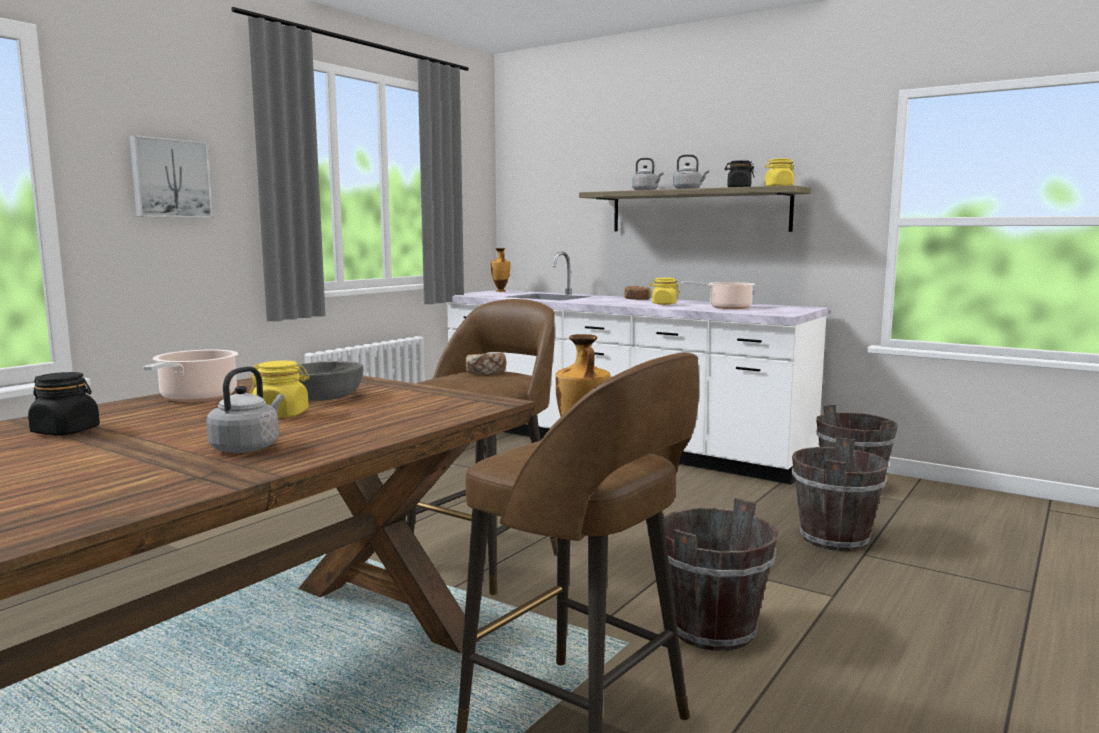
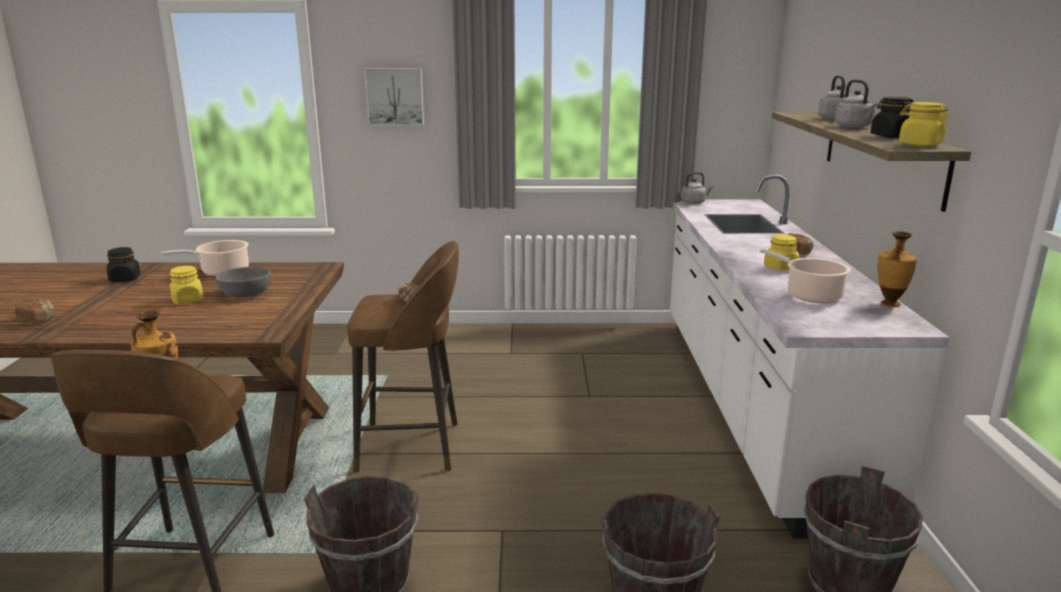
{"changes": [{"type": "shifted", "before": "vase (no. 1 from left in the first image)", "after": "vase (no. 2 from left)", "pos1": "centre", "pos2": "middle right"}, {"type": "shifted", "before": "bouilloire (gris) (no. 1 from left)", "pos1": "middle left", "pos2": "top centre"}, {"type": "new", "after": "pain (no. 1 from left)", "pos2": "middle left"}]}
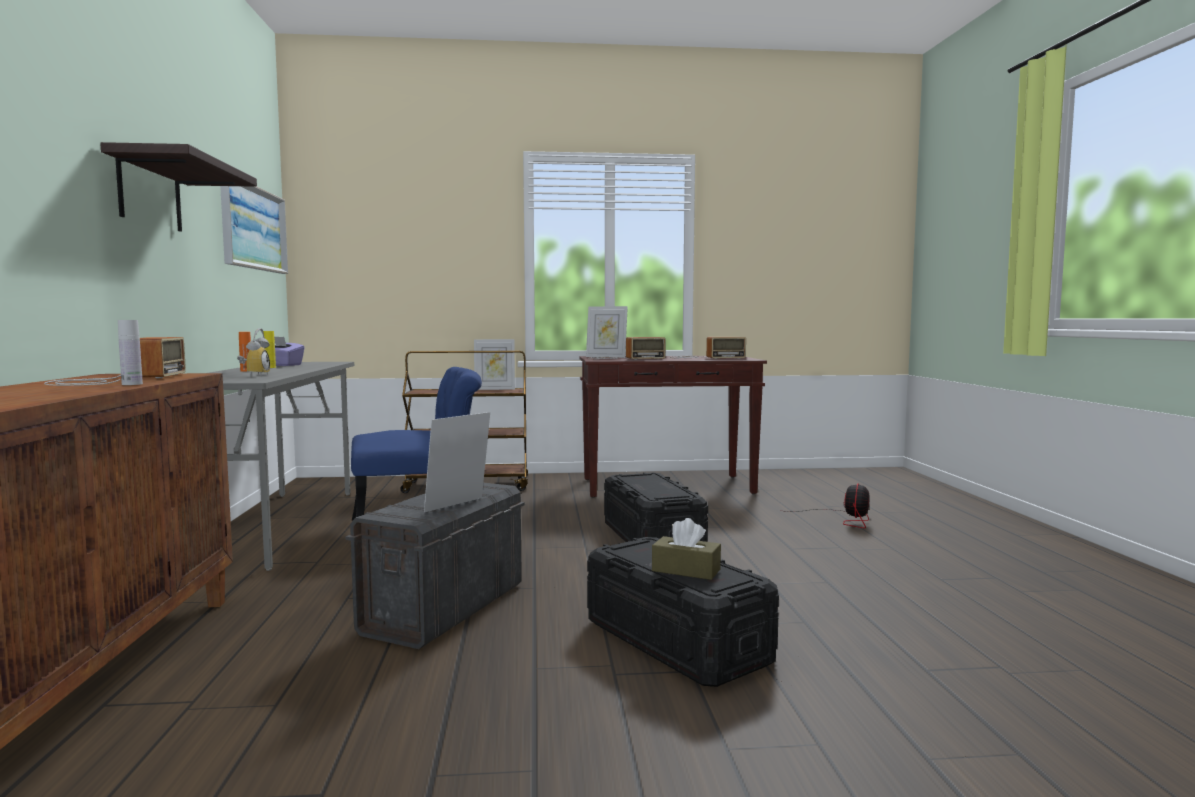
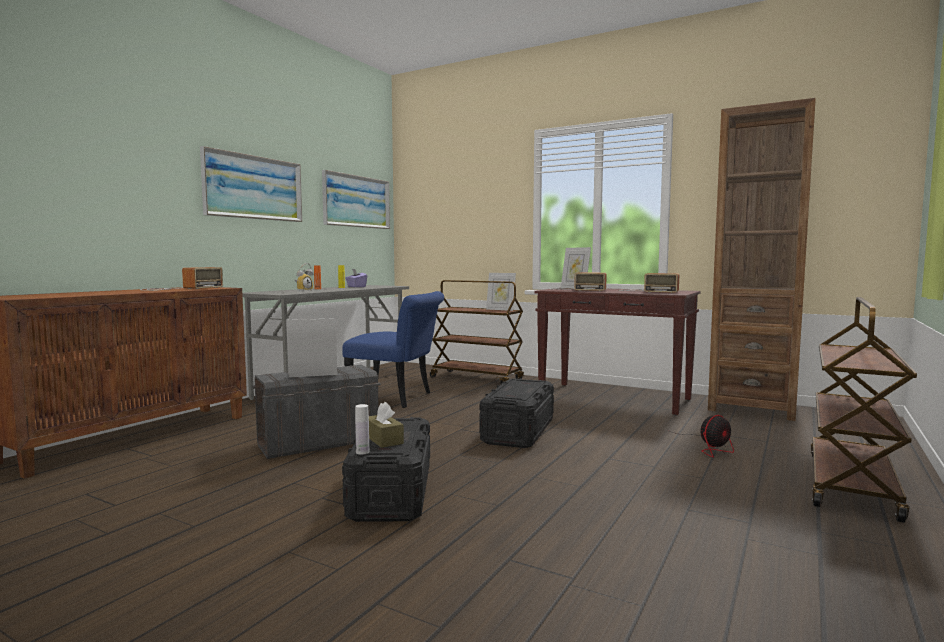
{"changes": [{"type": "swapped", "before": "étagère", "after": "tableau (no. 1 from left)", "pos1": "top left", "pos2": "top left"}, {"type": "shifted", "before": "bouteille (blanc)", "pos1": "middle left", "pos2": "bottom centre"}, {"type": "new", "after": "bibliothèque (marron)", "pos2": "middle right"}, {"type": "new", "after": "chariot (marron) (no. 2 from left)", "pos2": "middle right"}]}
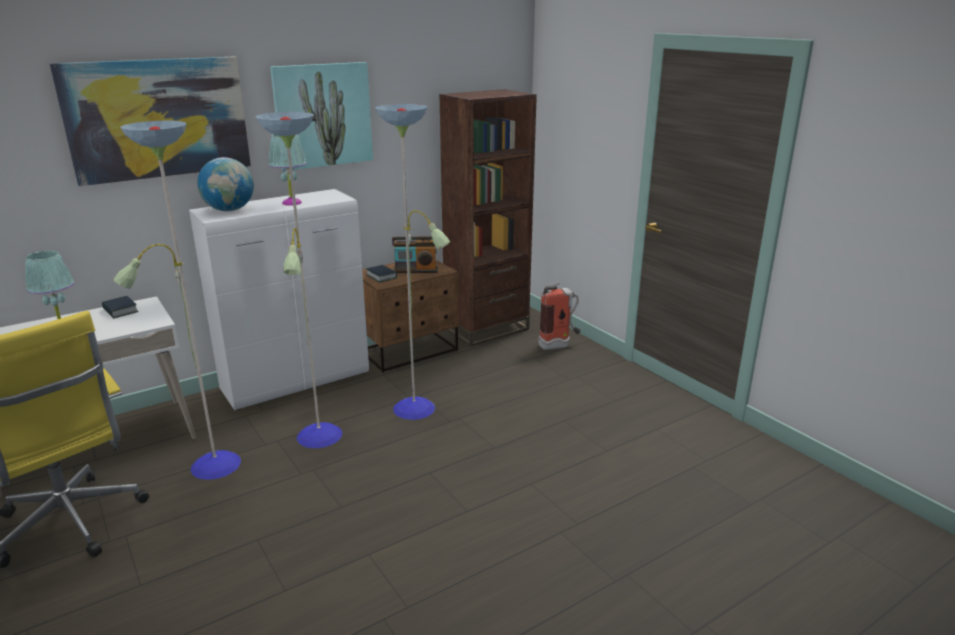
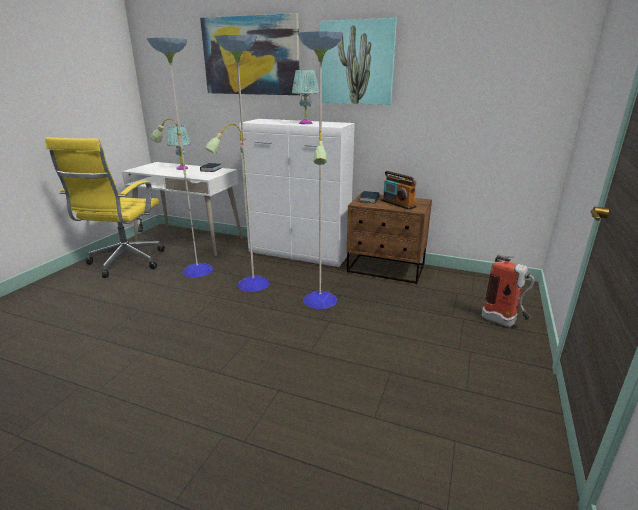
{"changes": [{"type": "gone", "before": "bibliothèque (marron)", "pos1": "centre"}, {"type": "gone", "before": "globe", "pos1": "top left"}]}
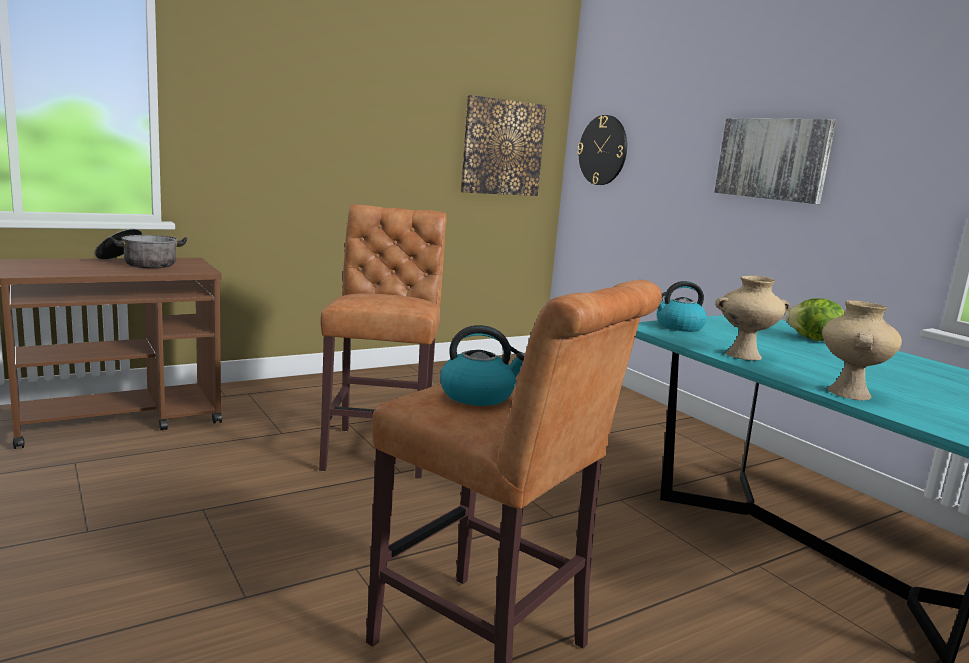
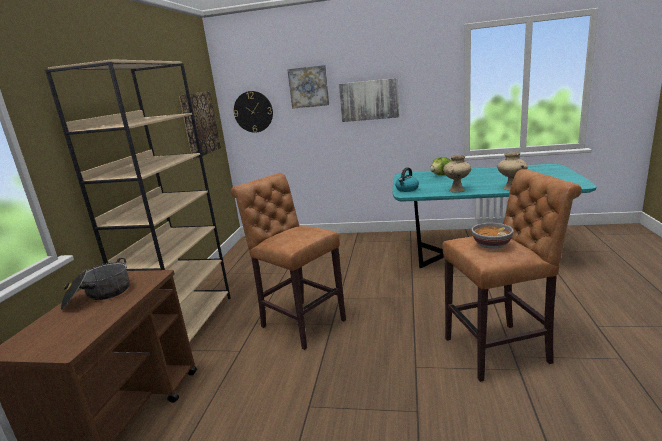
{"changes": [{"type": "swapped", "before": "bouilloire (no. 1 from left)", "after": "bol", "pos1": "centre", "pos2": "middle right"}, {"type": "new", "after": "bibliothèque (beige)", "pos2": "middle left"}, {"type": "new", "after": "tableau (no. 2 from left)", "pos2": "top centre"}]}
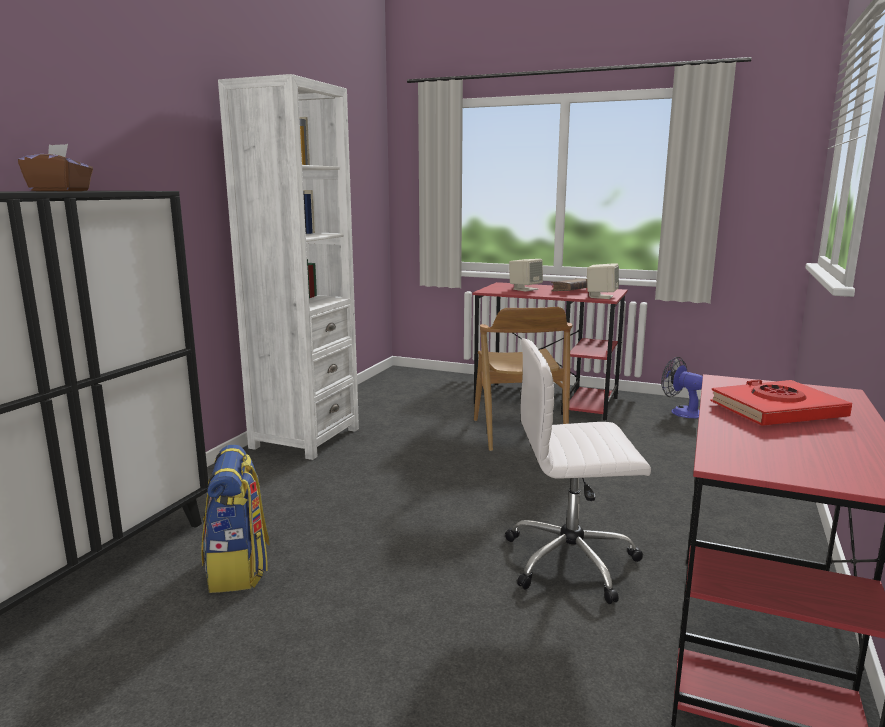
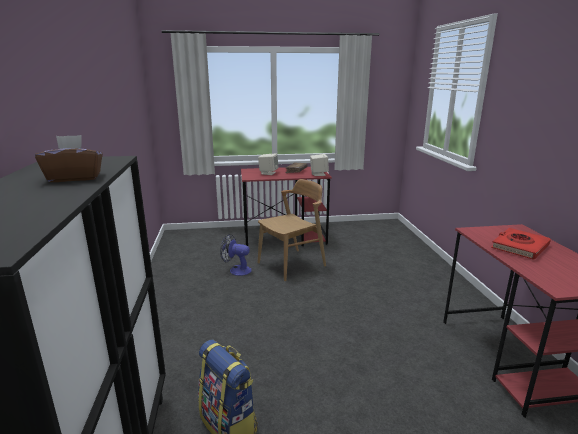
{"changes": [{"type": "gone", "before": "bibliothèque (blanc)", "pos1": "middle left"}, {"type": "rotated", "before": "chaise (marron)", "pos1": "centre", "pos2": "centre", "turn": -90}, {"type": "gone", "before": "chaise de bureau (blanc)", "pos1": "centre"}, {"type": "shifted", "before": "ventilateur", "pos1": "middle right", "pos2": "centre"}]}
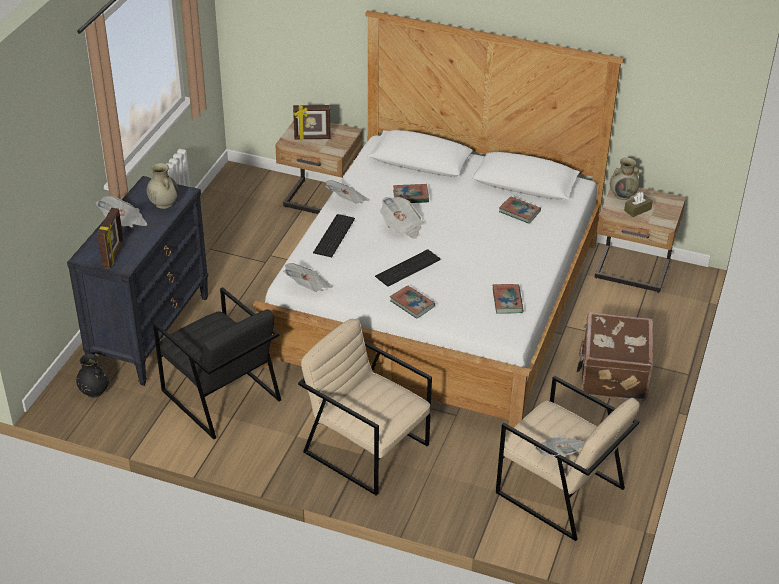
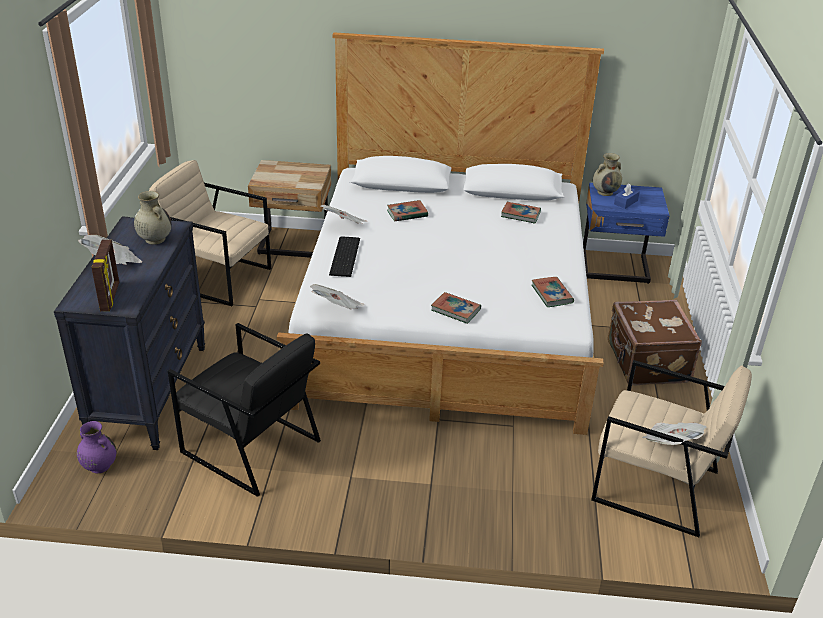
{"changes": [{"type": "gone", "before": "cadre photo (no. 2 from left)", "pos1": "top centre"}, {"type": "repainted", "before": "table de chevet (beige) (no. 2 from left)", "after": "table de chevet (bleu)", "pos1": "middle right", "pos2": "middle right"}, {"type": "repainted", "before": "boîte à mouchoirs (marron)", "after": "boîte à mouchoirs (bleu)", "pos1": "middle right", "pos2": "top right"}, {"type": "gone", "before": "journal (no. 4 from left)", "pos1": "centre"}, {"type": "gone", "before": "clavier (no. 2 from left)", "pos1": "centre"}, {"type": "shifted", "before": "fauteuil (beige) (no. 1 from left)", "pos1": "bottom centre", "pos2": "middle left"}, {"type": "repainted", "before": "vase (noir)", "after": "vase (violet)", "pos1": "middle left", "pos2": "bottom left"}]}
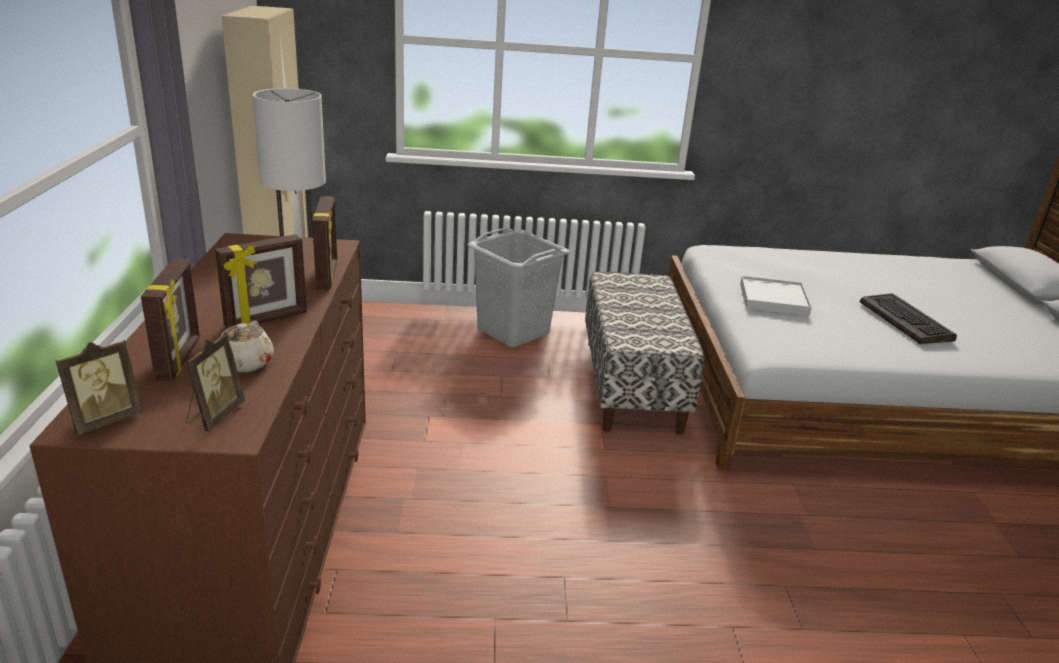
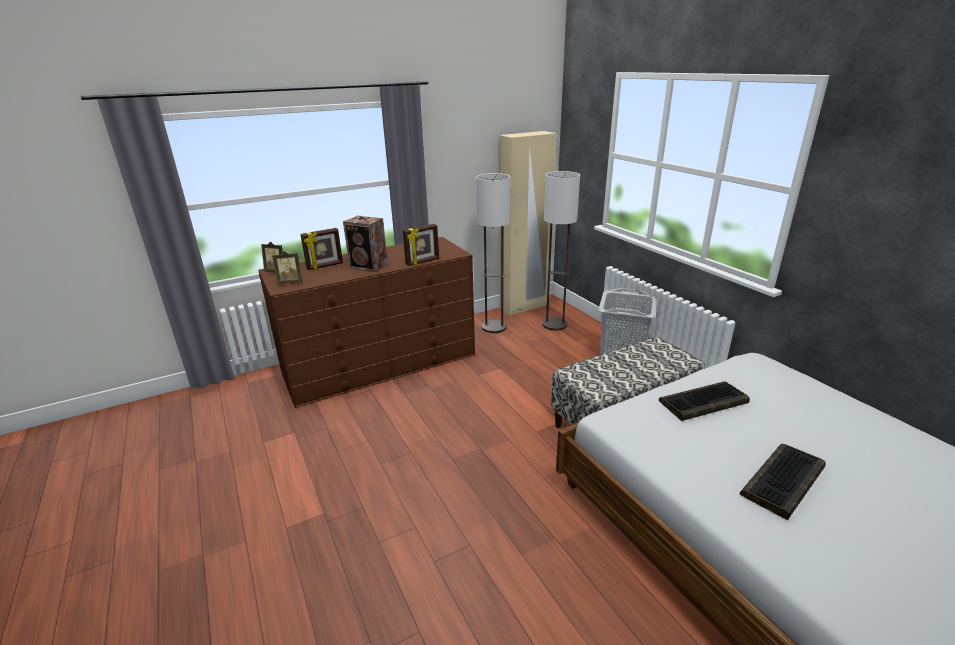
{"changes": [{"type": "swapped", "before": "cadre photo (no. 4 from left)", "after": "enceinte", "pos1": "middle left", "pos2": "centre"}, {"type": "swapped", "before": "plateau (blanc)", "after": "clavier (no. 1 from left)", "pos1": "middle right", "pos2": "middle right"}, {"type": "gone", "before": "théière (beige)", "pos1": "middle left"}, {"type": "new", "after": "lampadaire (no. 2 from left)", "pos2": "centre"}]}
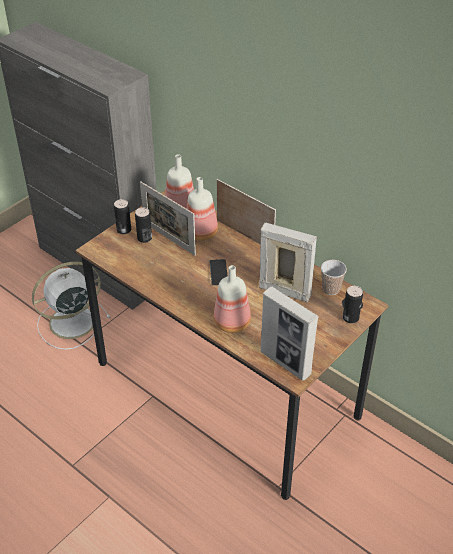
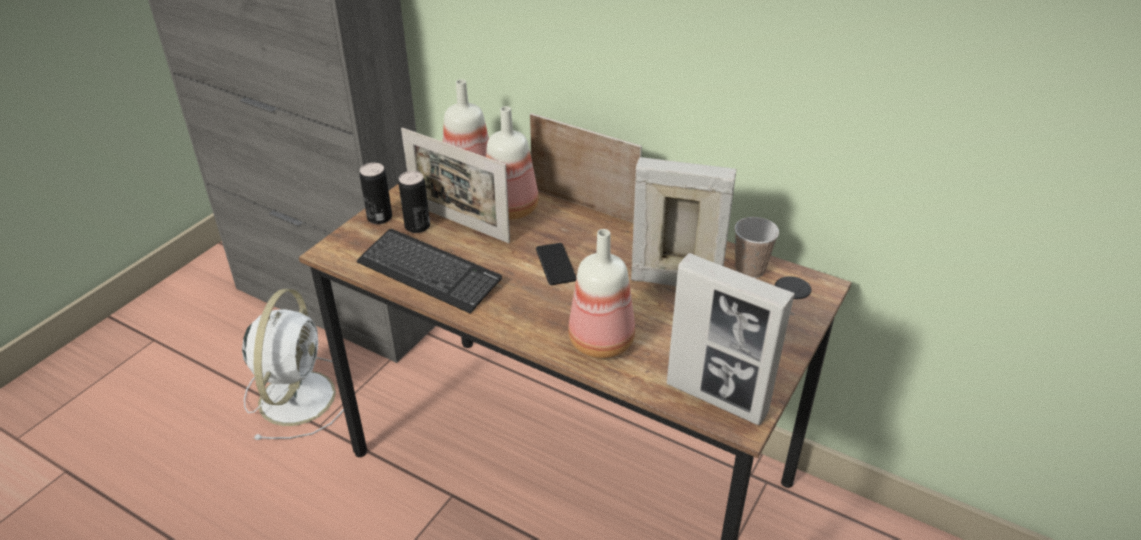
{"changes": [{"type": "rotated", "before": "ventilateur (blanc)", "pos1": "middle left", "pos2": "bottom left", "turn": 135}, {"type": "gone", "before": "boîte métallique (no. 3 from left)", "pos1": "middle right"}, {"type": "new", "after": "clavier", "pos2": "centre"}]}
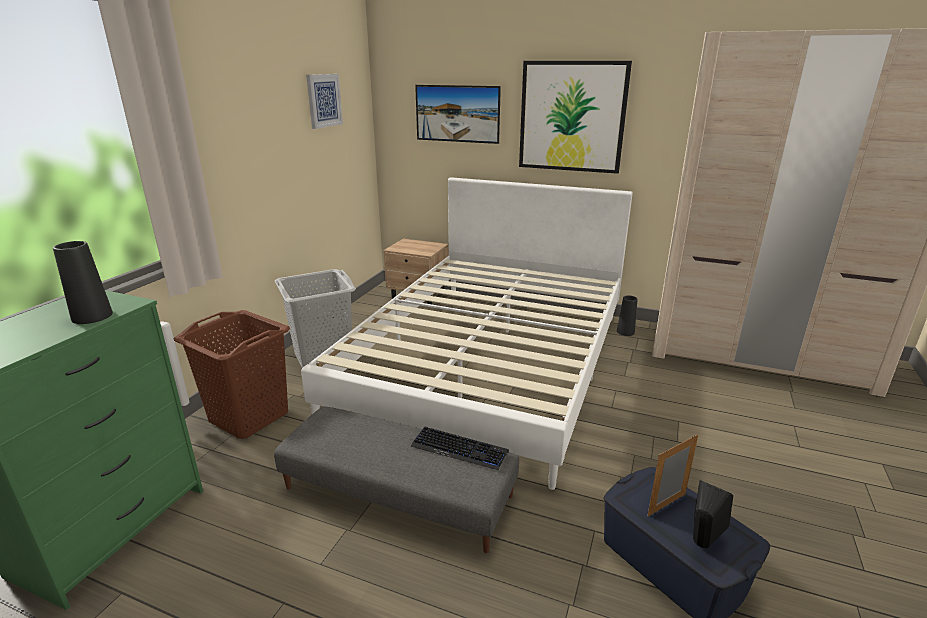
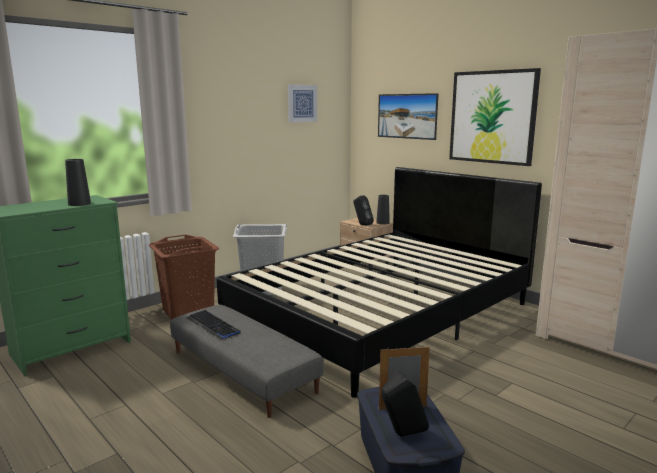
{"changes": [{"type": "repainted", "before": "lit (blanc)", "after": "lit (noir)", "pos1": "centre", "pos2": "centre"}, {"type": "shifted", "before": "vase (noir) (no. 2 from left)", "pos1": "middle right", "pos2": "centre"}, {"type": "shifted", "before": "clavier", "pos1": "bottom centre", "pos2": "bottom left"}, {"type": "new", "after": "enceinte (noir) (no. 1 from left)", "pos2": "centre"}]}
